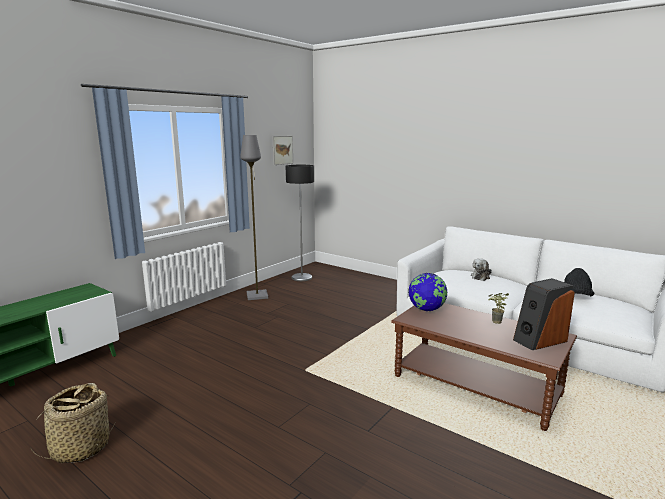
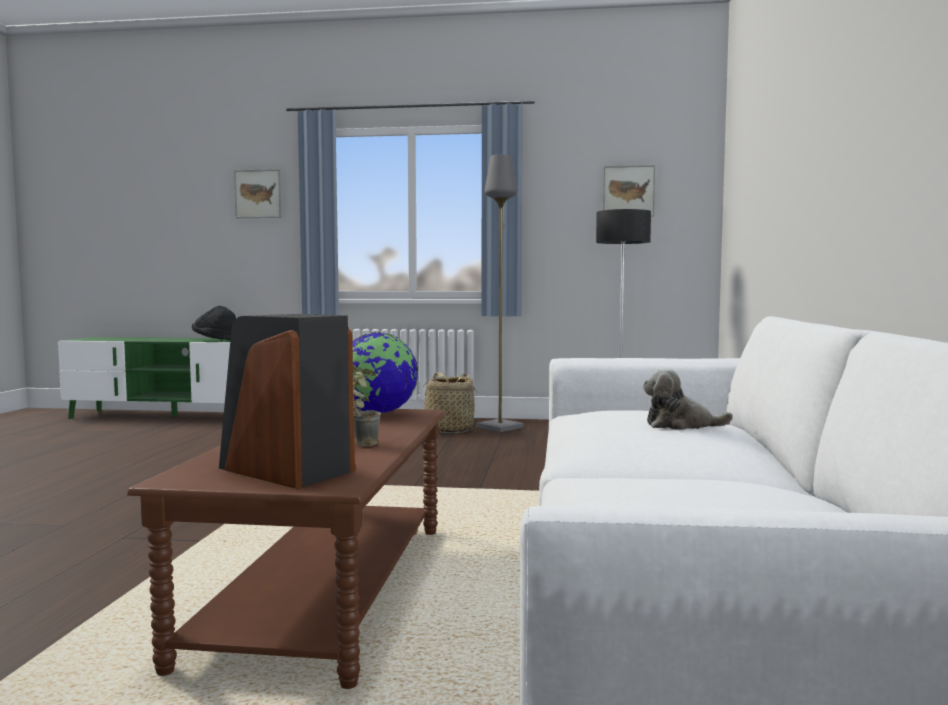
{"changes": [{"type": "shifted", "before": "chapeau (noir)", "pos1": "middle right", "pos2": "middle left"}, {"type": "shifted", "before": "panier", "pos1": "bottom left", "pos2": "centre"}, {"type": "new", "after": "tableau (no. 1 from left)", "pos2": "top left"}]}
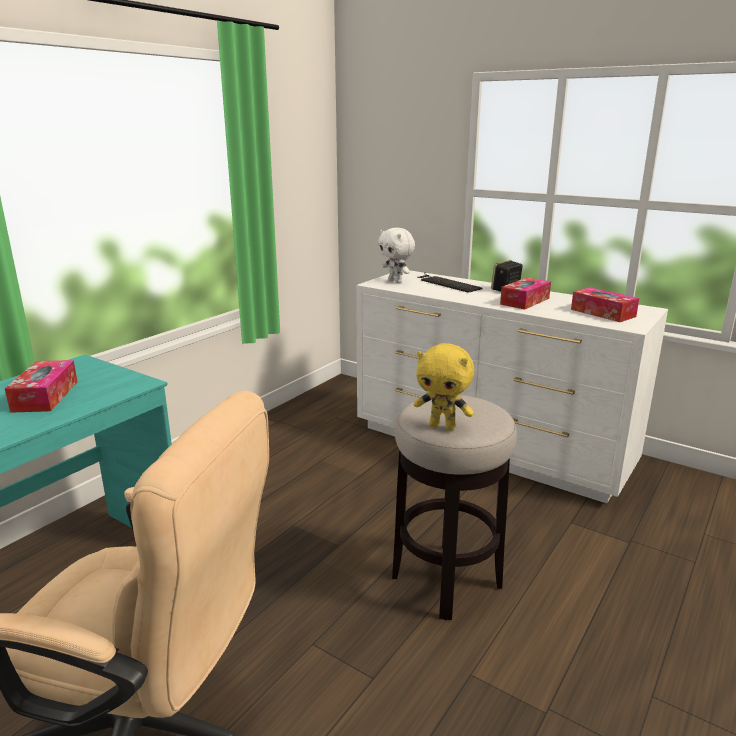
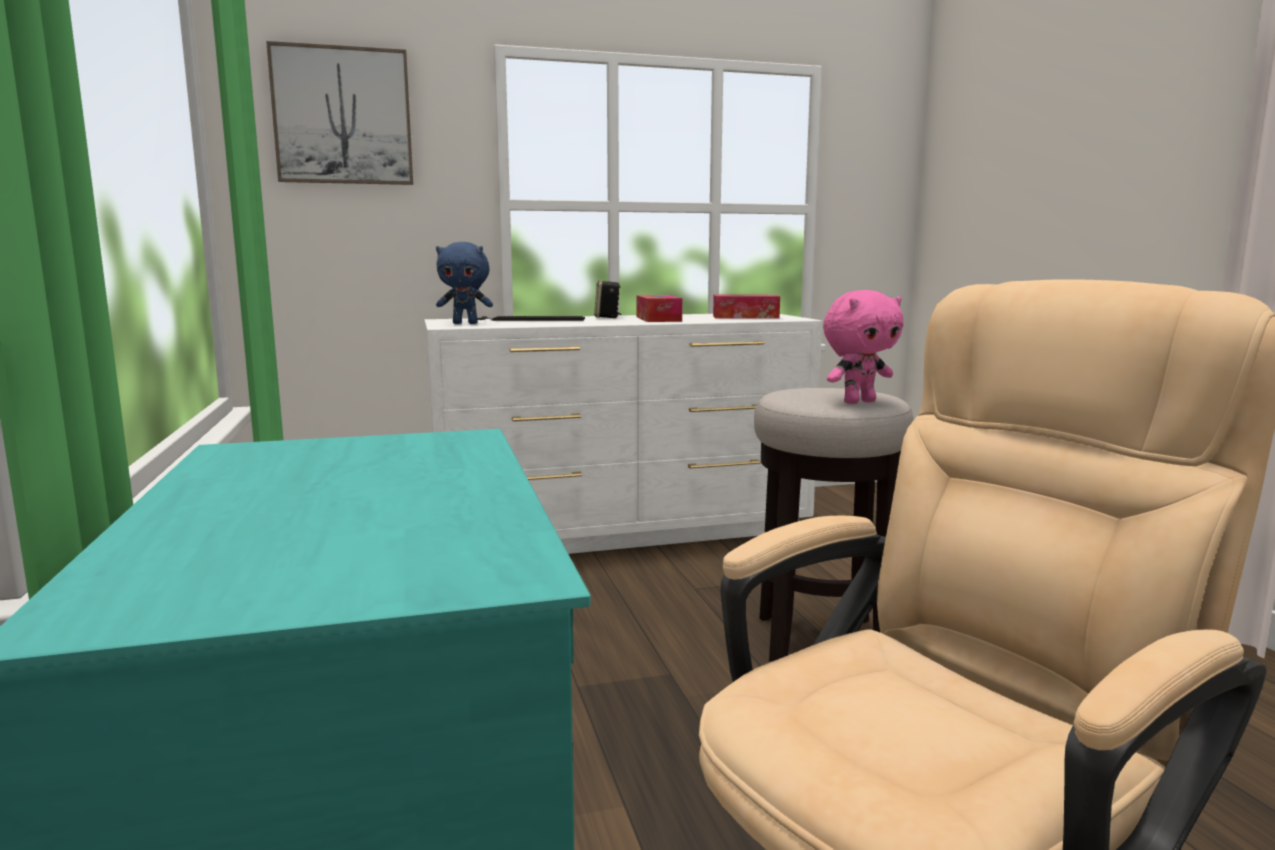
{"changes": [{"type": "repainted", "before": "peluche (blanc)", "after": "peluche (bleu)", "pos1": "centre", "pos2": "top centre"}, {"type": "repainted", "before": "peluche (jaune)", "after": "peluche (rose)", "pos1": "centre", "pos2": "middle right"}, {"type": "gone", "before": "boîte à mouchoirs (no. 1 from left)", "pos1": "middle left"}, {"type": "new", "after": "tableau", "pos2": "top left"}]}
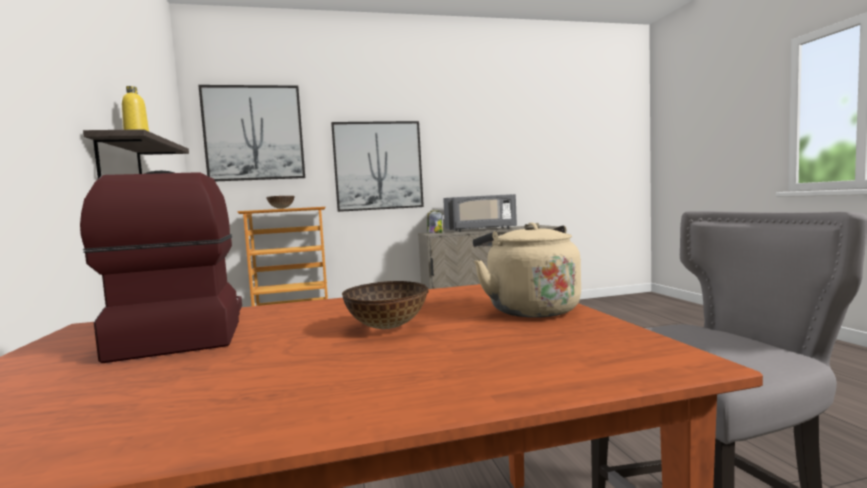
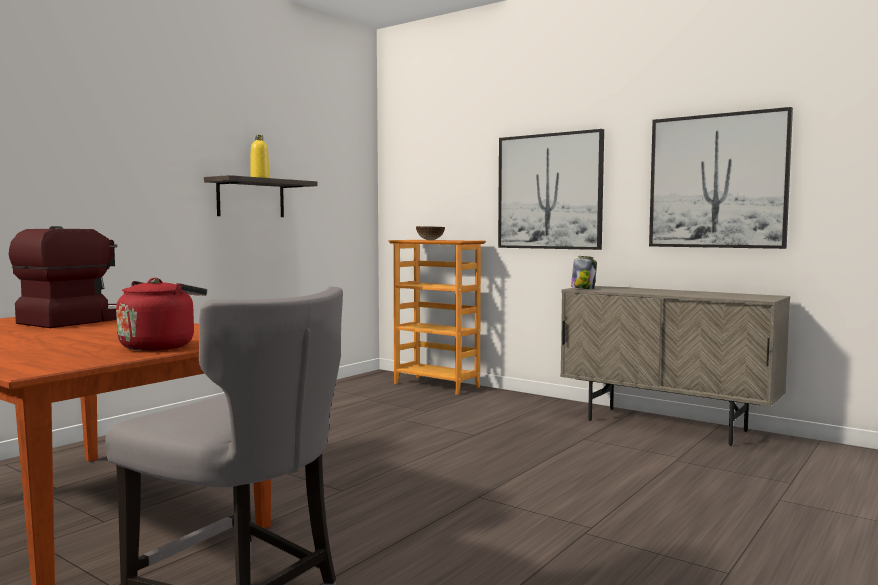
{"changes": [{"type": "shifted", "before": "tableau (no. 1 from left in the first image)", "after": "tableau (no. 2 from left)", "pos1": "top left", "pos2": "top right"}, {"type": "gone", "before": "micro-ondes (gris)", "pos1": "centre"}, {"type": "repainted", "before": "bouilloire (beige)", "after": "bouilloire (rouge)", "pos1": "centre", "pos2": "middle left"}, {"type": "gone", "before": "bol (no. 2 from left)", "pos1": "centre"}]}
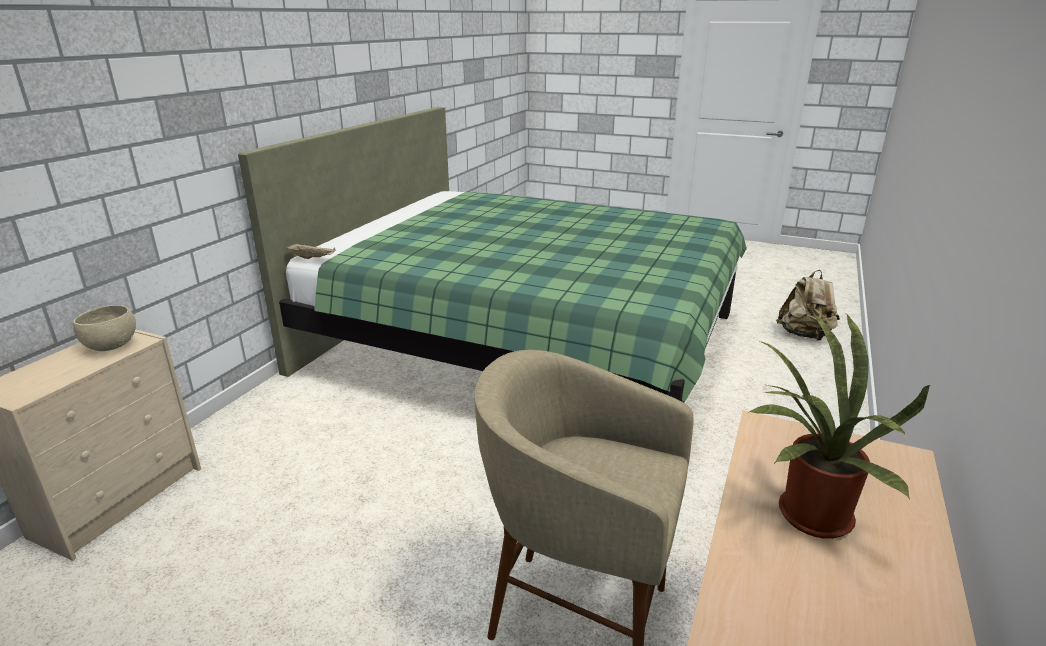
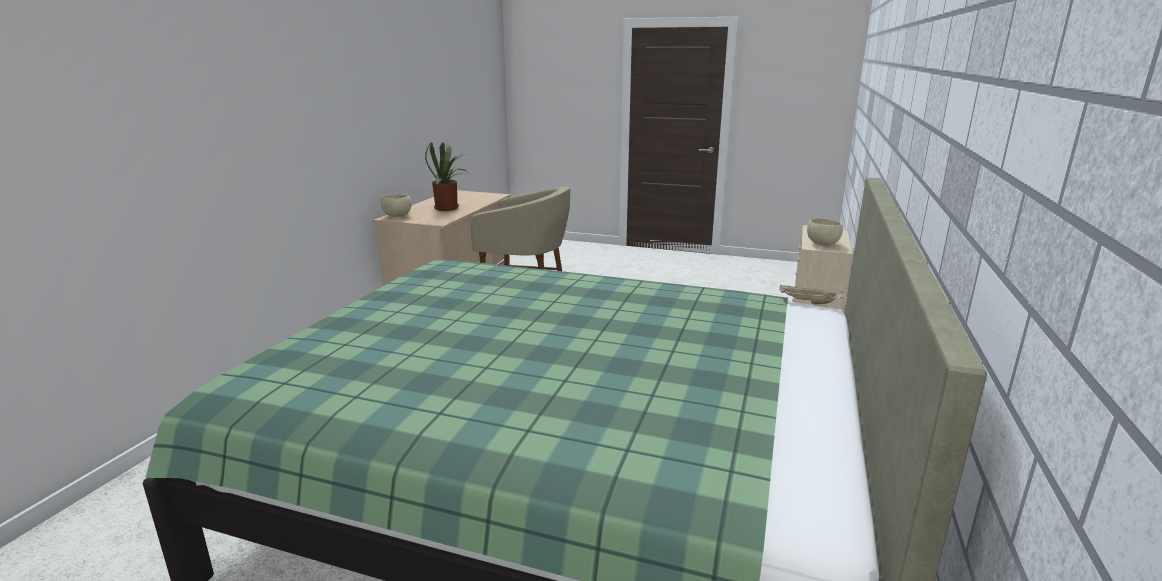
{"changes": [{"type": "gone", "before": "sac à dos (beige)", "pos1": "middle right"}, {"type": "new", "after": "bol (beige) (no. 1 from left)", "pos2": "centre"}]}
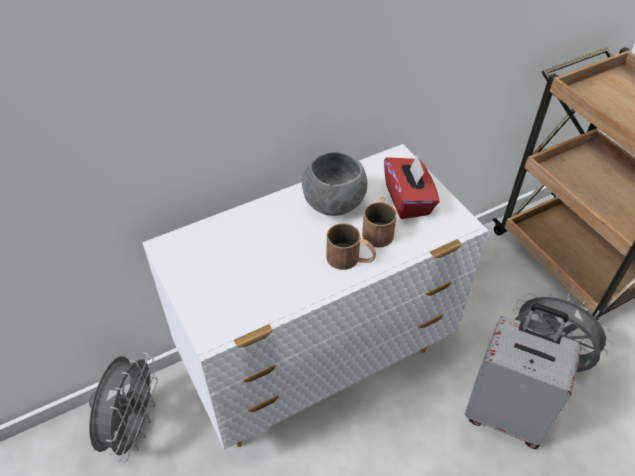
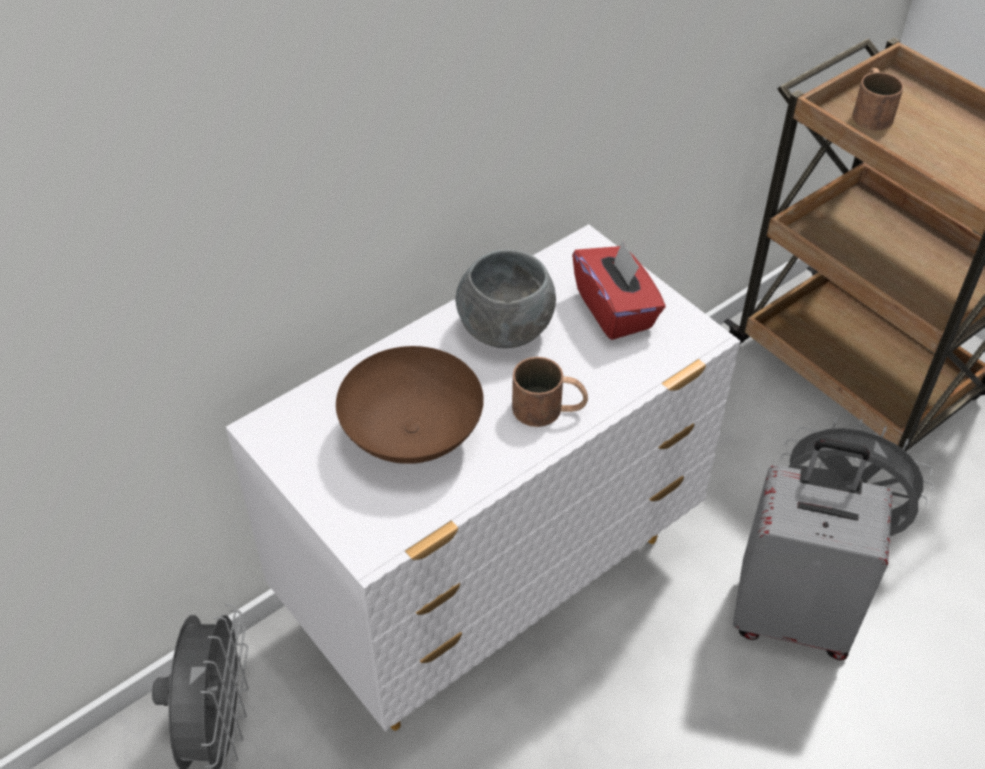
{"changes": [{"type": "shifted", "before": "mug (marron) (no. 2 from left)", "pos1": "centre", "pos2": "top right"}, {"type": "new", "after": "bol (marron)", "pos2": "centre"}]}
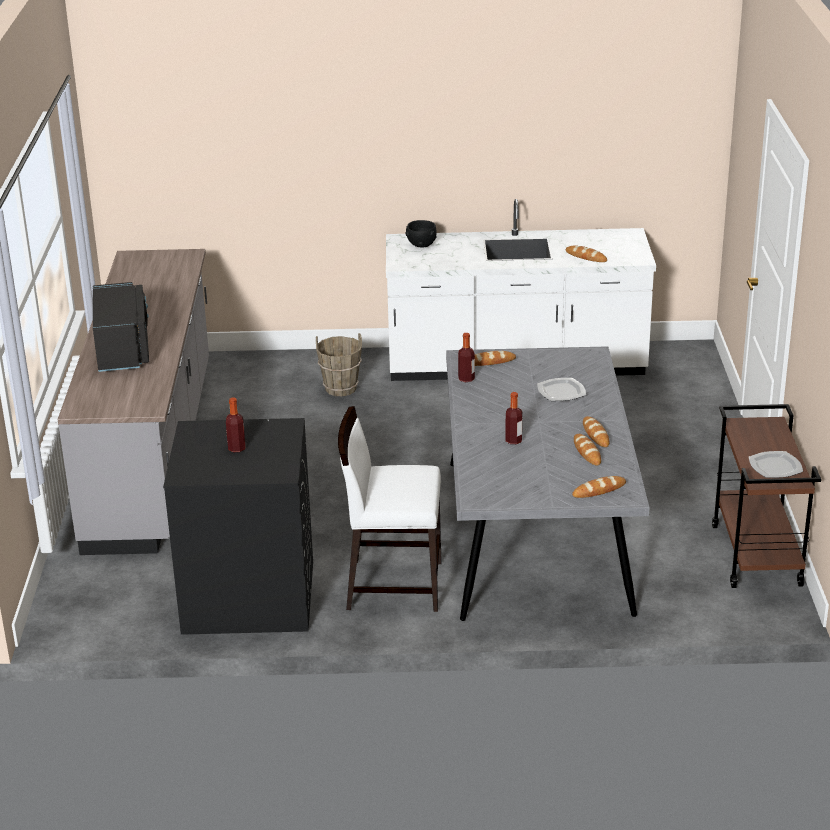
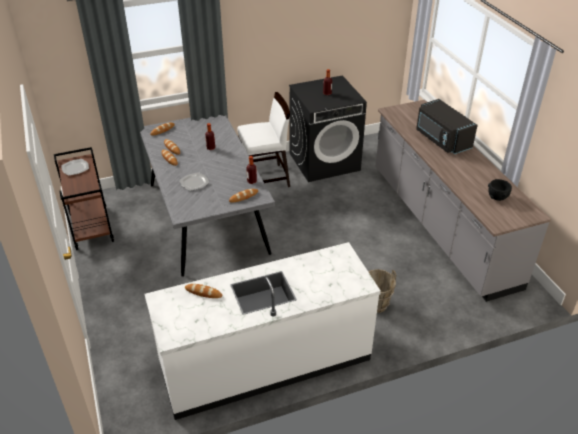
{"changes": [{"type": "shifted", "before": "bol (noir)", "pos1": "top centre", "pos2": "middle right"}]}
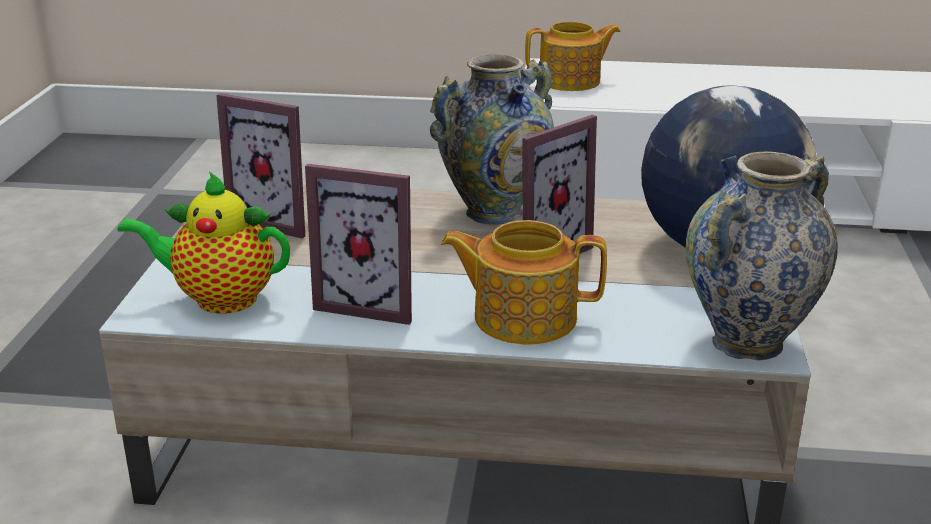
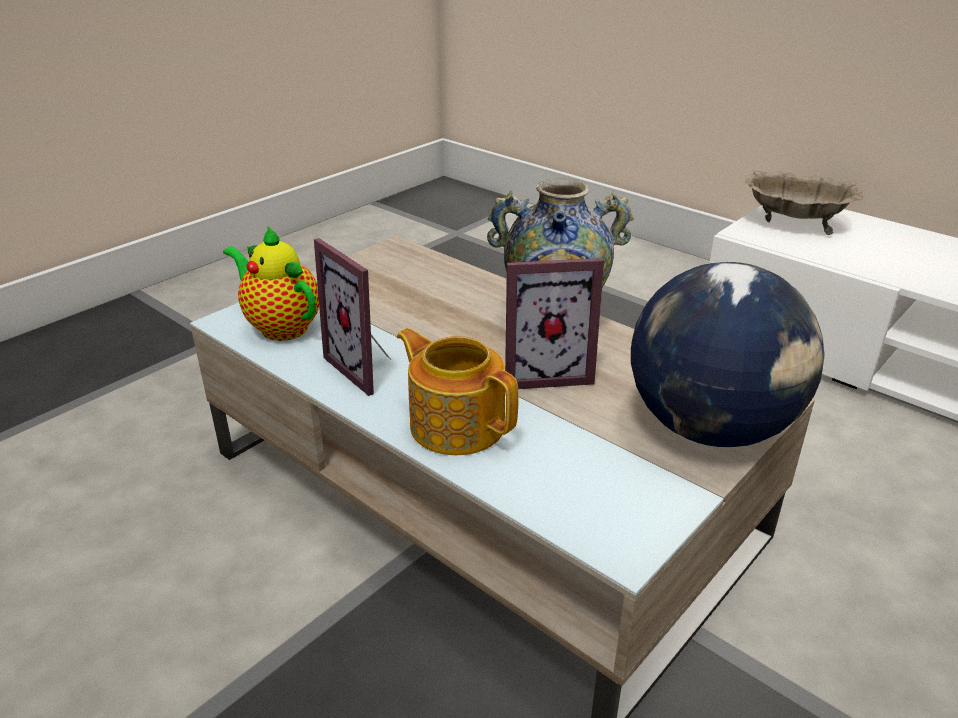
{"changes": [{"type": "swapped", "before": "théière (no. 3 from left)", "after": "bol (beige)", "pos1": "top centre", "pos2": "top right"}, {"type": "gone", "before": "cadre photo (no. 1 from left)", "pos1": "top left"}, {"type": "gone", "before": "vase (no. 2 from left)", "pos1": "middle right"}]}
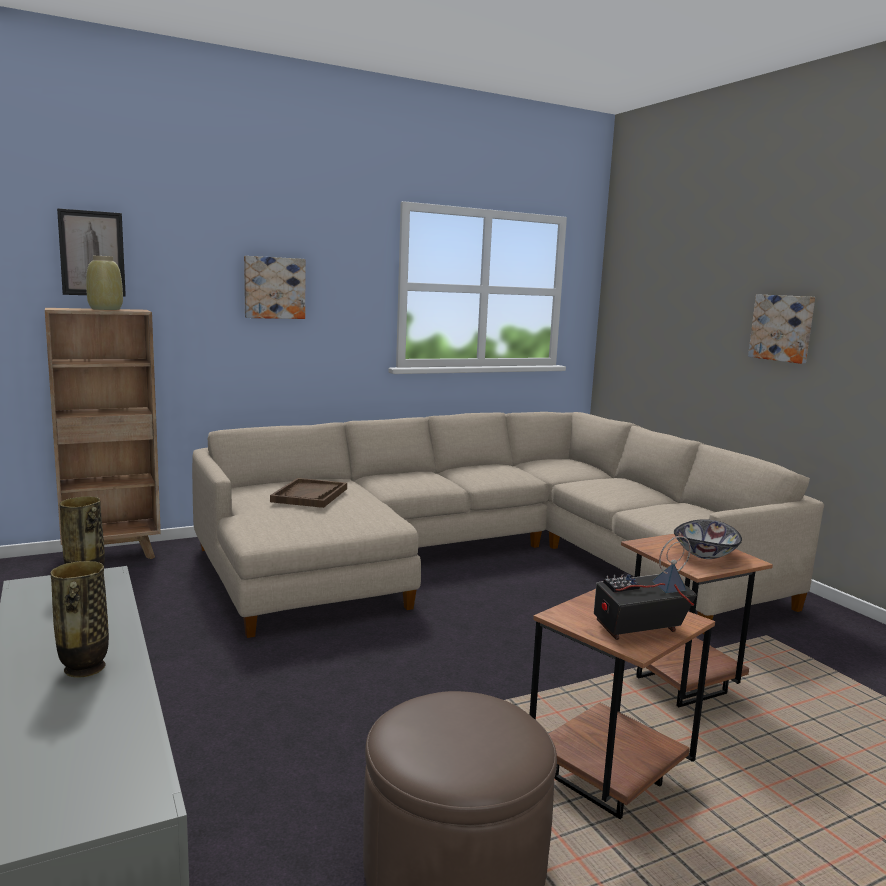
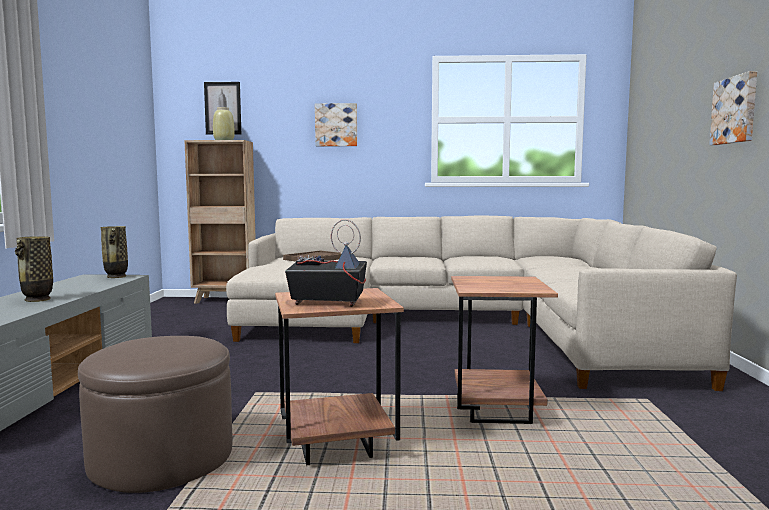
{"changes": [{"type": "gone", "before": "bol", "pos1": "middle right"}]}
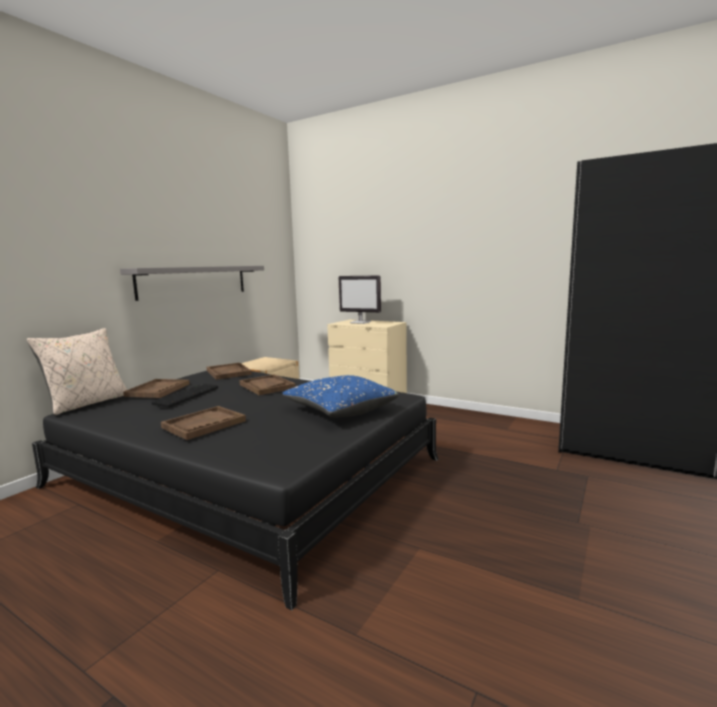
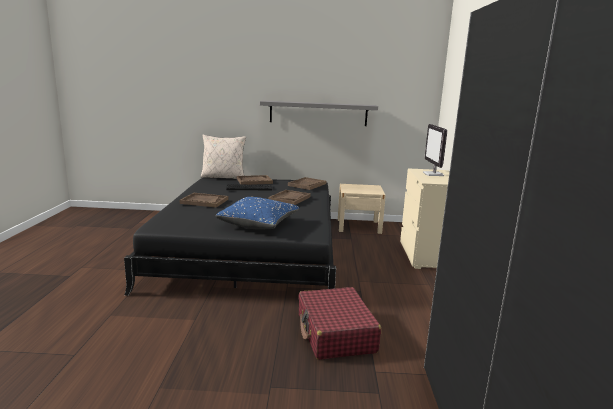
{"changes": [{"type": "new", "after": "valise (rouge)", "pos2": "bottom centre"}]}
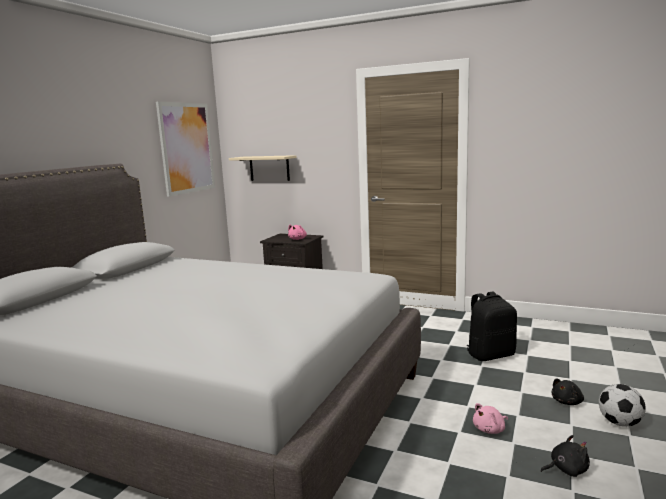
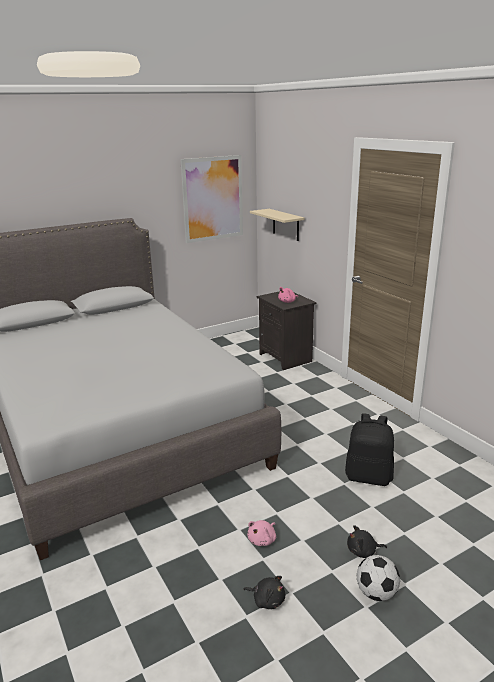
{"changes": [{"type": "rotated", "before": "peluche (rose) (no. 2 from left in the first image)", "pos1": "bottom right", "pos2": "bottom centre", "turn": -60}]}
